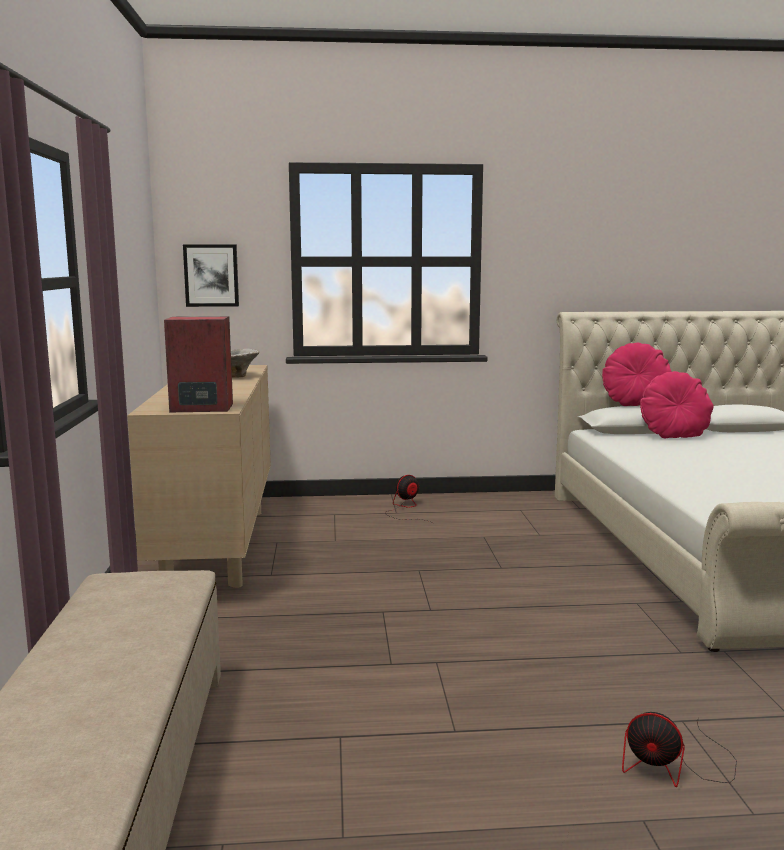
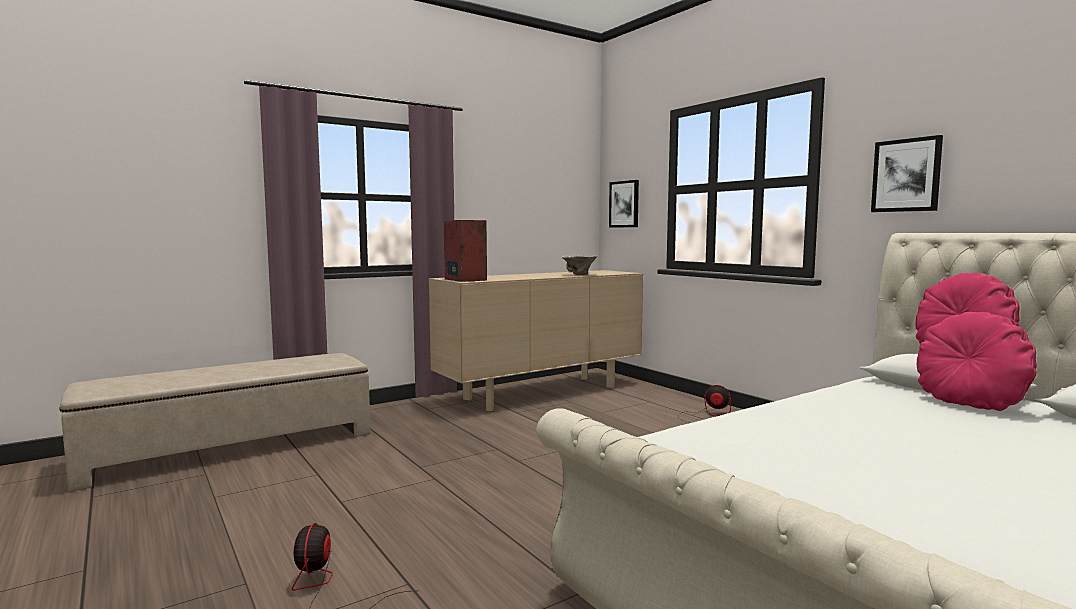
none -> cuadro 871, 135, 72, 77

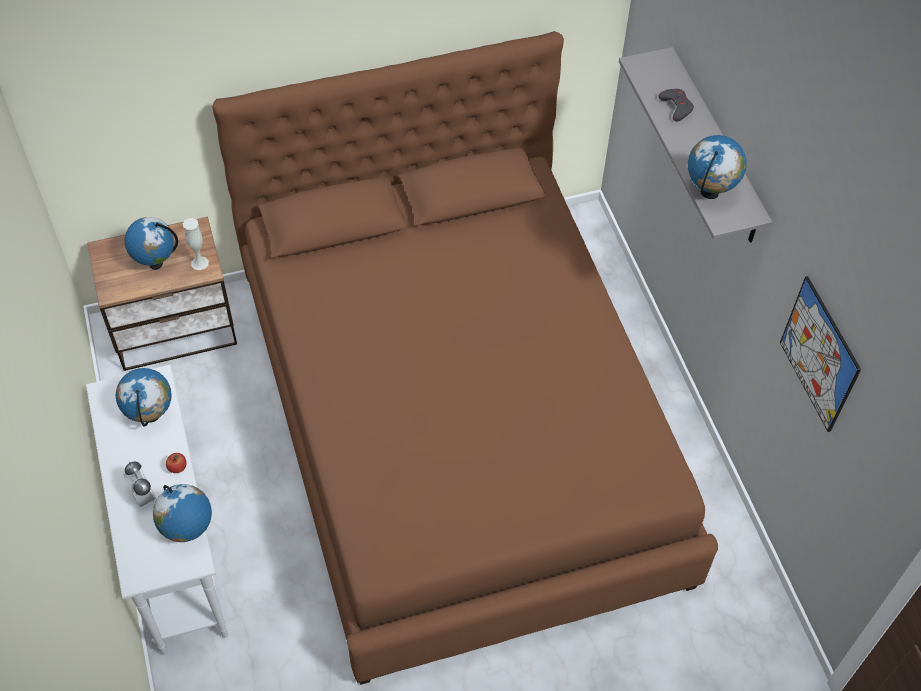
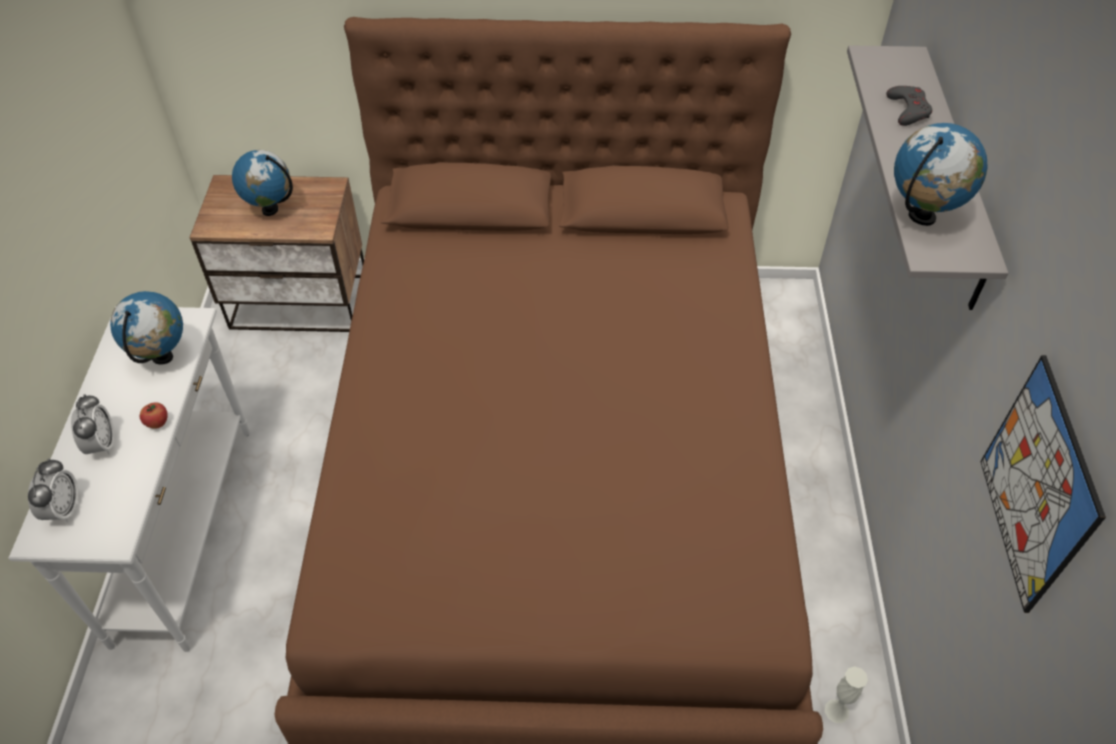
florero [blanco] 183, 218, 26, 52 -> florero [blanco] 825, 666, 43, 57, relocated
globo terráqueo 153, 484, 59, 58 -> none
none -> despertador 28, 458, 50, 65

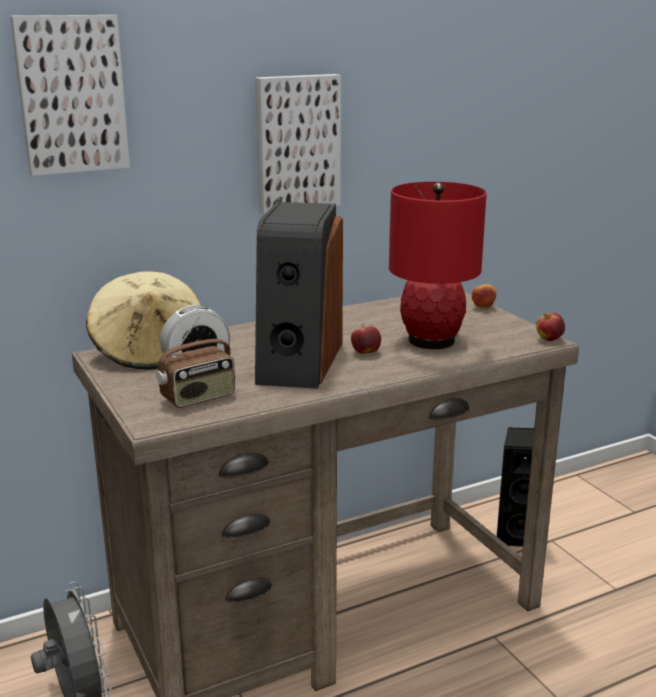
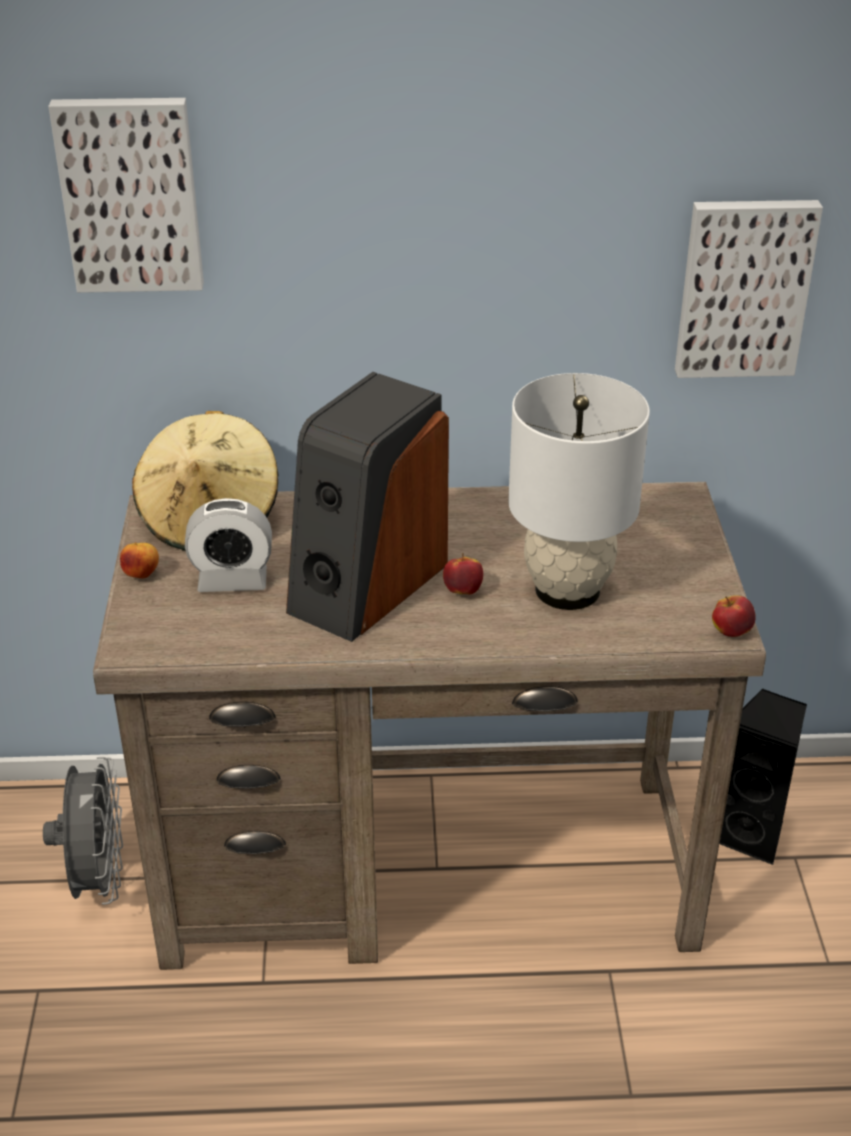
cuadro 255, 74, 86, 140 -> cuadro 675, 200, 148, 178, relocated
lámpara de mesa [rojo] 389, 182, 98, 167 -> lámpara de mesa [blanco] 508, 373, 142, 237
manzana 472, 284, 24, 24 -> manzana 120, 542, 39, 37, relocated
radio 156, 315, 79, 93 -> none

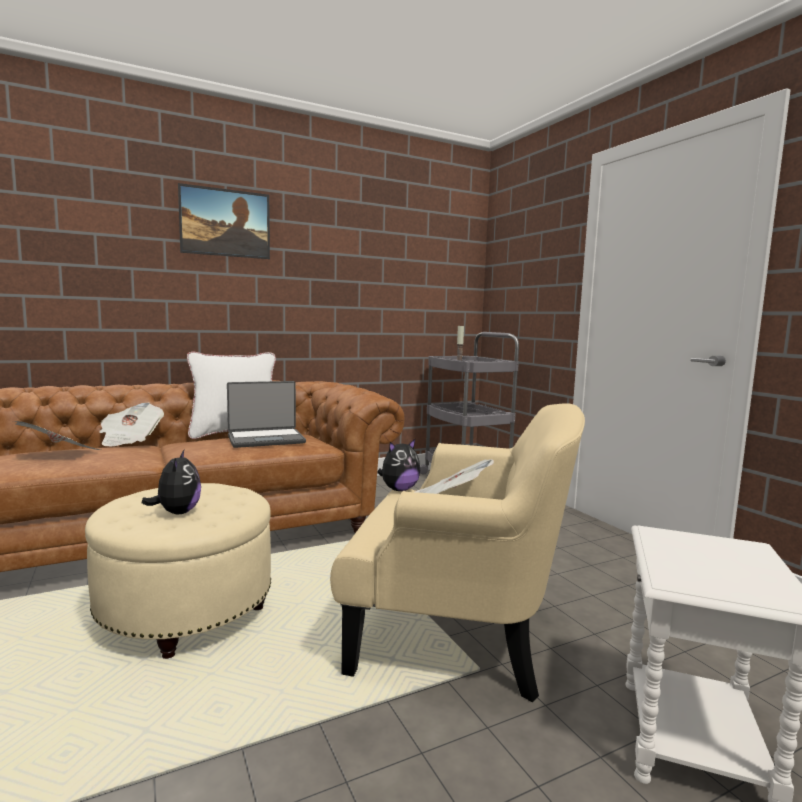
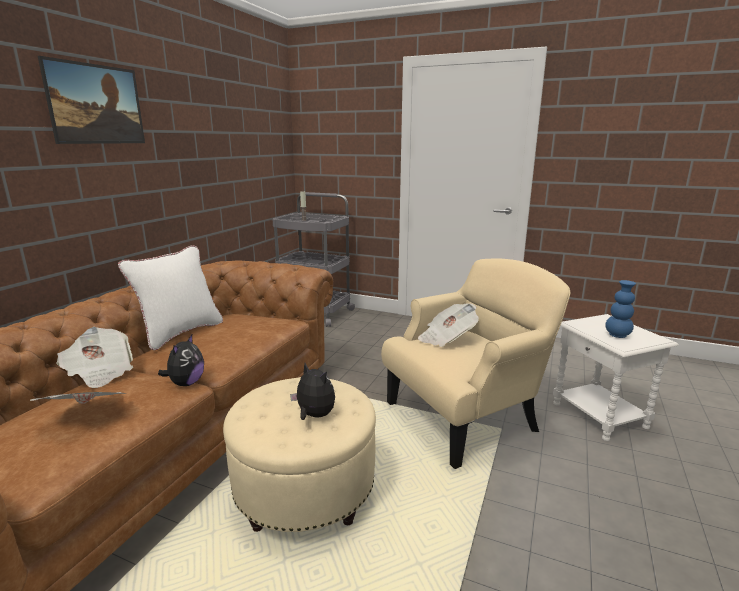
portátil 227, 381, 79, 67 -> none
peluche 377, 439, 43, 52 -> peluche 158, 335, 46, 51, relocated
none -> florero [azul] 605, 280, 31, 58

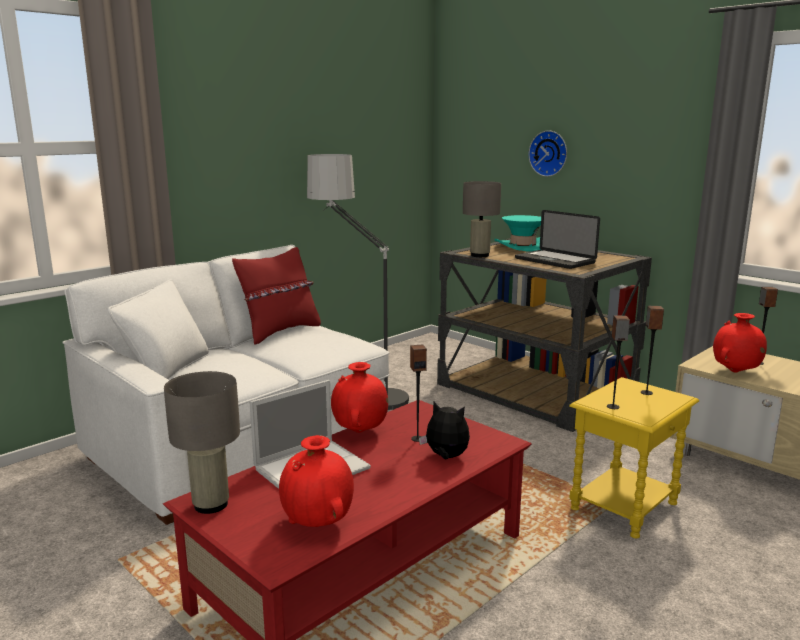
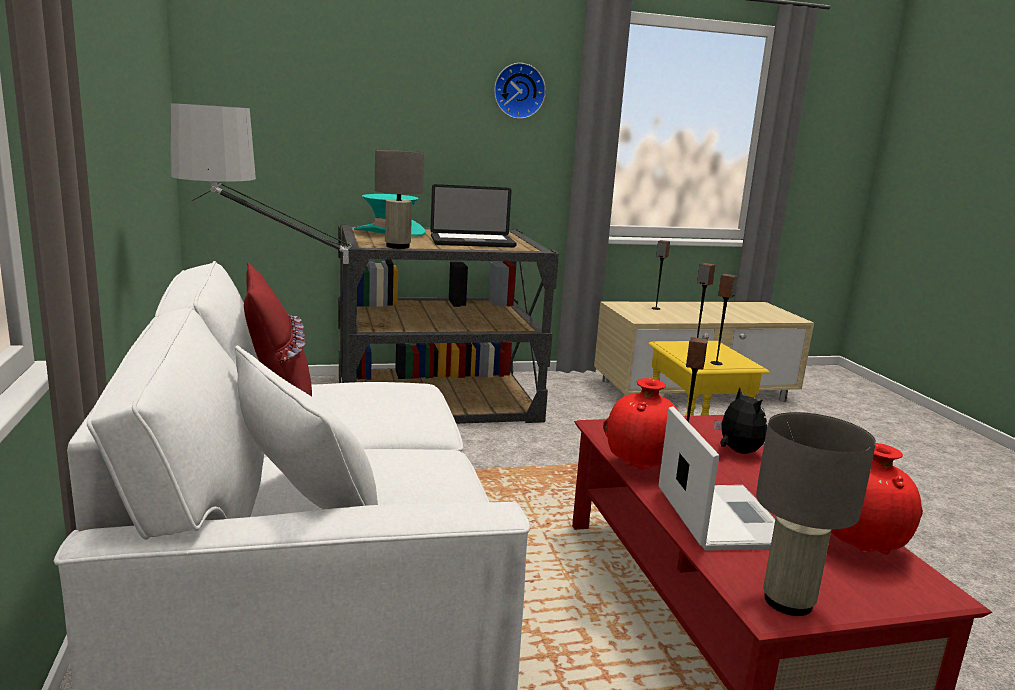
reloj de pared 528, 130, 39, 47 -> reloj de pared 494, 63, 52, 56, relocated
florero [rojo] 713, 313, 54, 60 -> none
peluche 419, 402, 51, 58 -> peluche 714, 388, 53, 66, 105 degrees clockwise

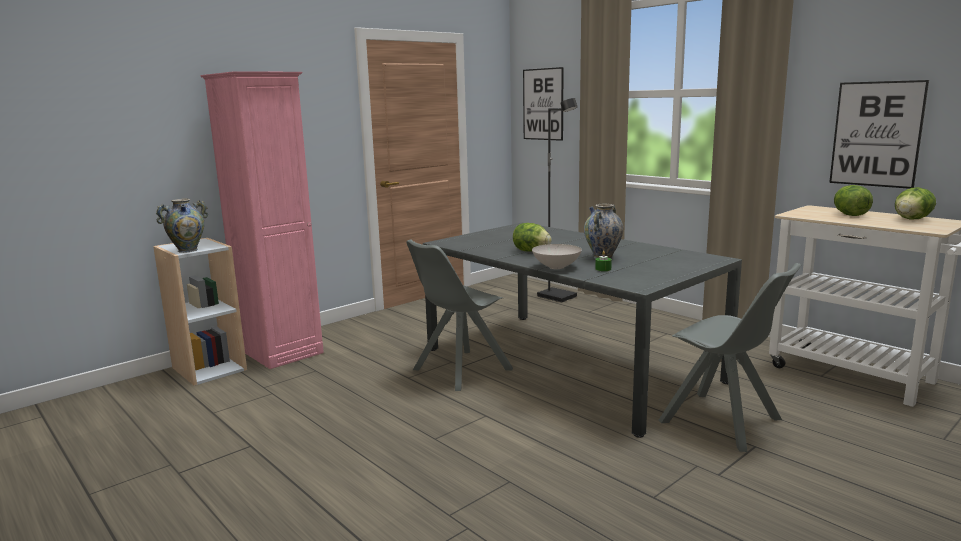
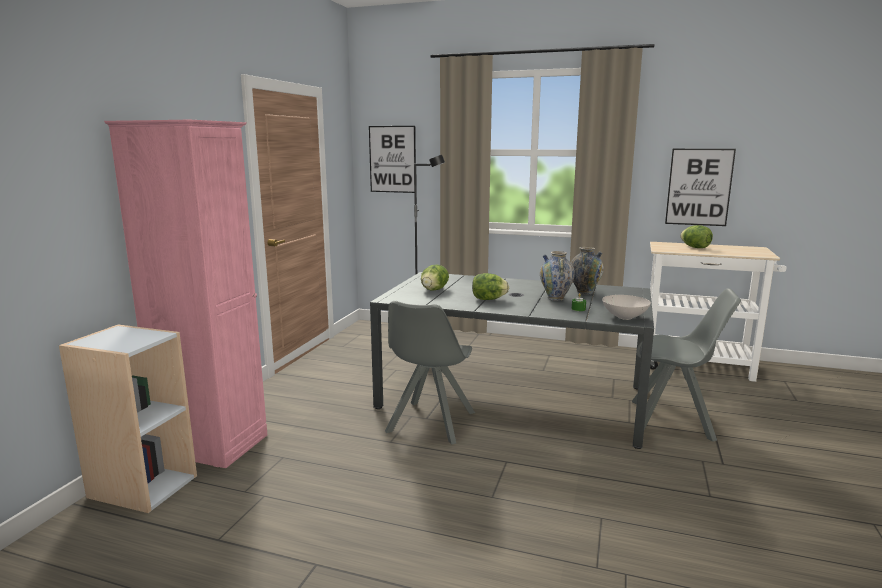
lechuga 895, 187, 41, 32 -> lechuga 421, 265, 28, 26, relocated
florero 156, 199, 52, 54 -> florero 571, 247, 33, 47, relocated
cuenco [blanco] 532, 244, 50, 25 -> cuenco [blanco] 602, 295, 49, 25, relocated

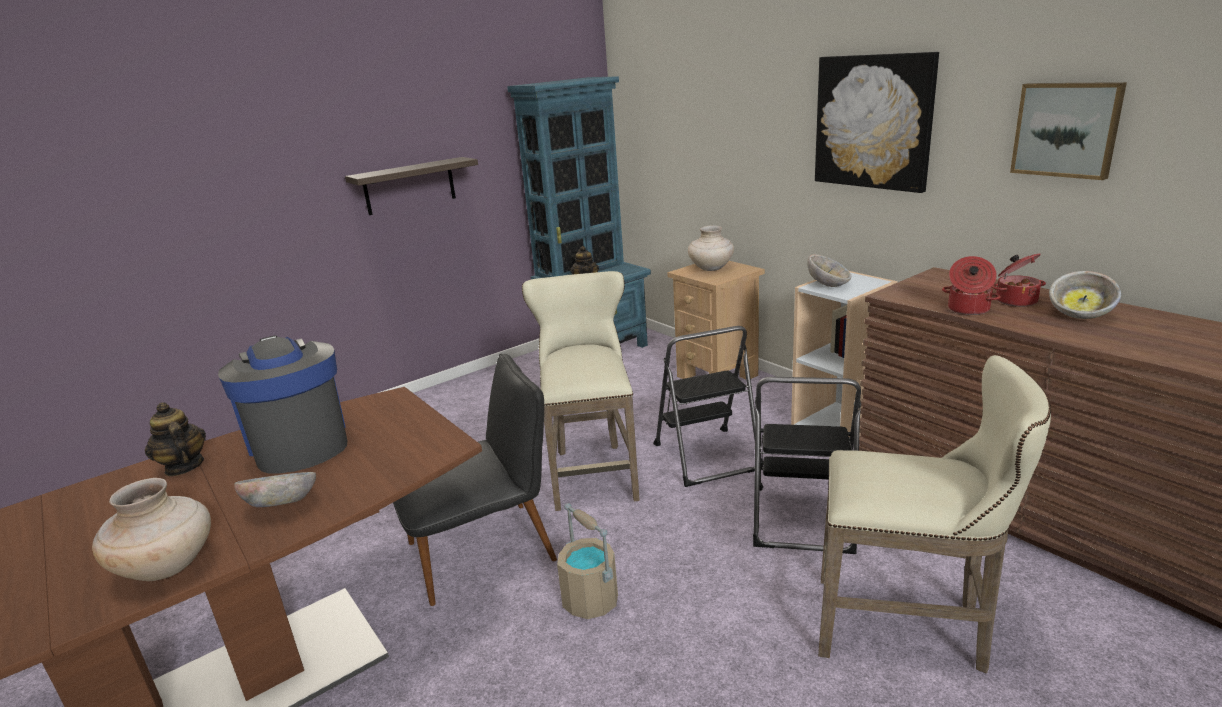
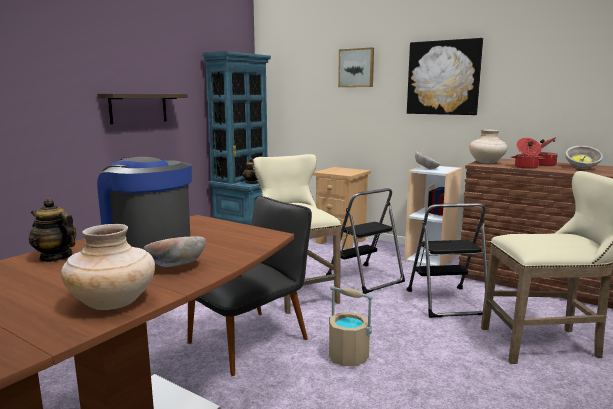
cuadro 1010, 82, 117, 98 -> cuadro 338, 47, 36, 40, relocated
florero [beis] 688, 225, 46, 46 -> florero [beis] 469, 129, 38, 35, relocated

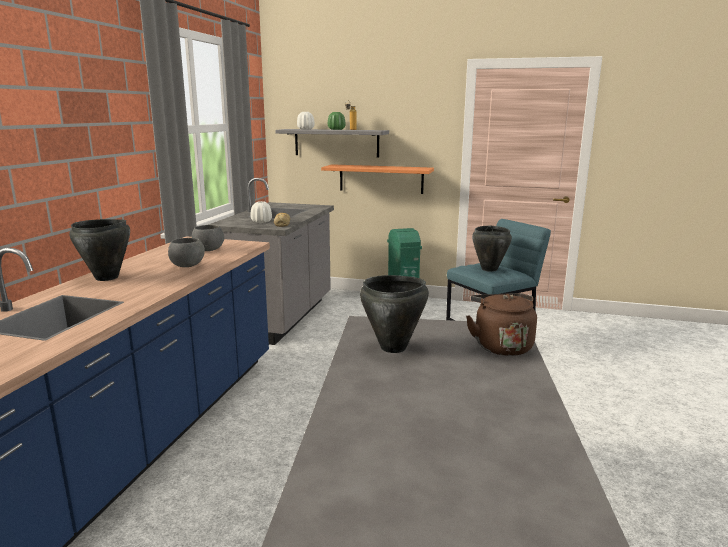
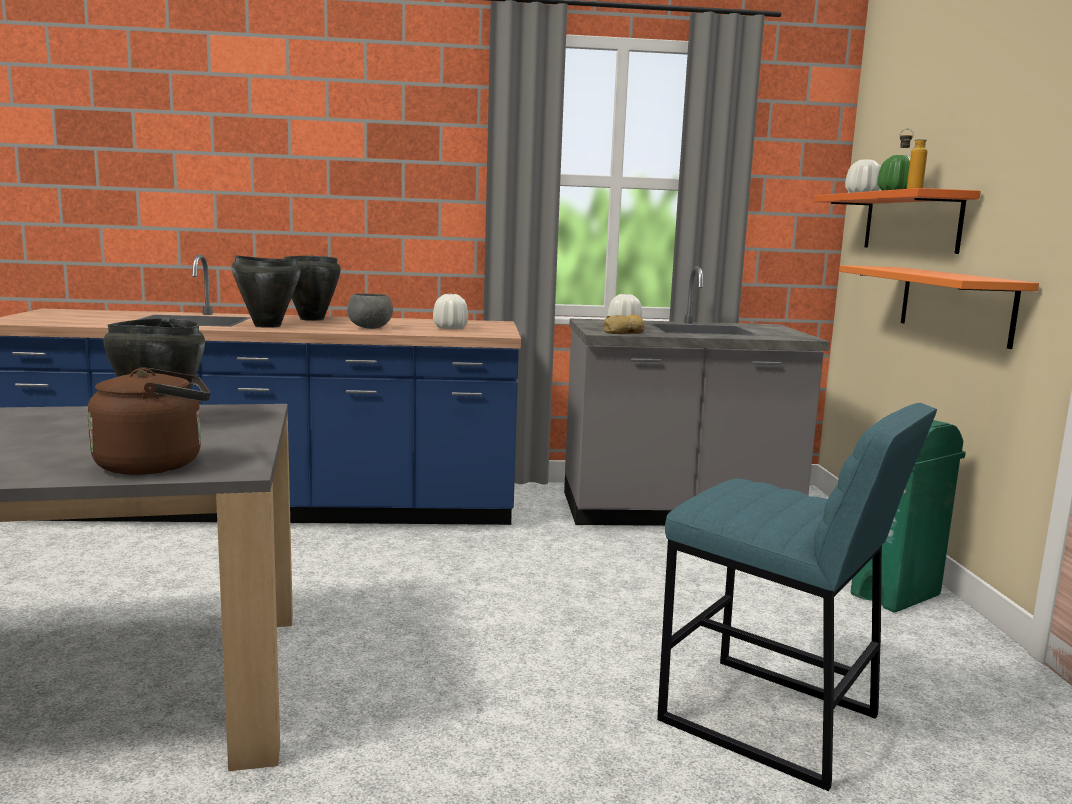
estante [gris] 275, 129, 114, 28 -> estante [naranja] 814, 188, 167, 66
cuenco [gris] 192, 225, 32, 26 -> florero [blanco] 433, 294, 35, 35
olla [negro] 472, 226, 40, 46 -> olla [negro] 232, 255, 69, 73, relocated

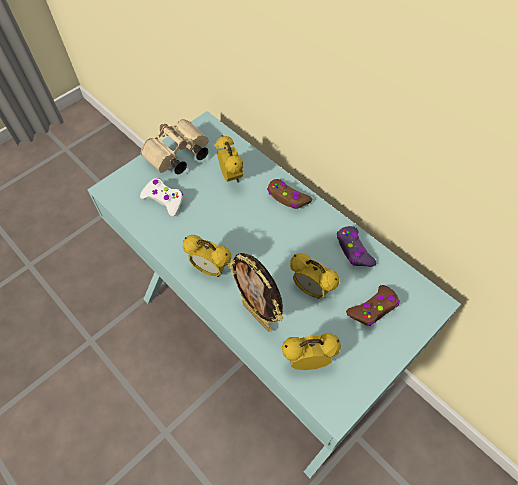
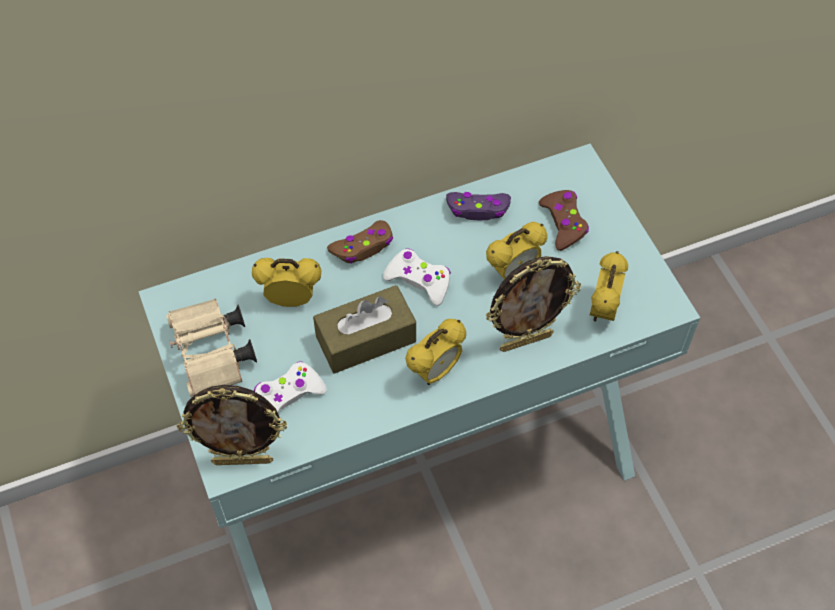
none -> mando de consola [blanco] 383, 248, 68, 58
none -> caja de pañuelos [marrón] 313, 285, 103, 89
none -> portarretratos 177, 385, 110, 80

